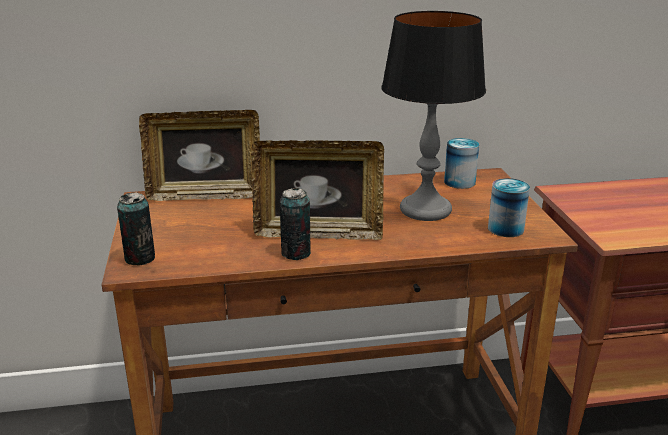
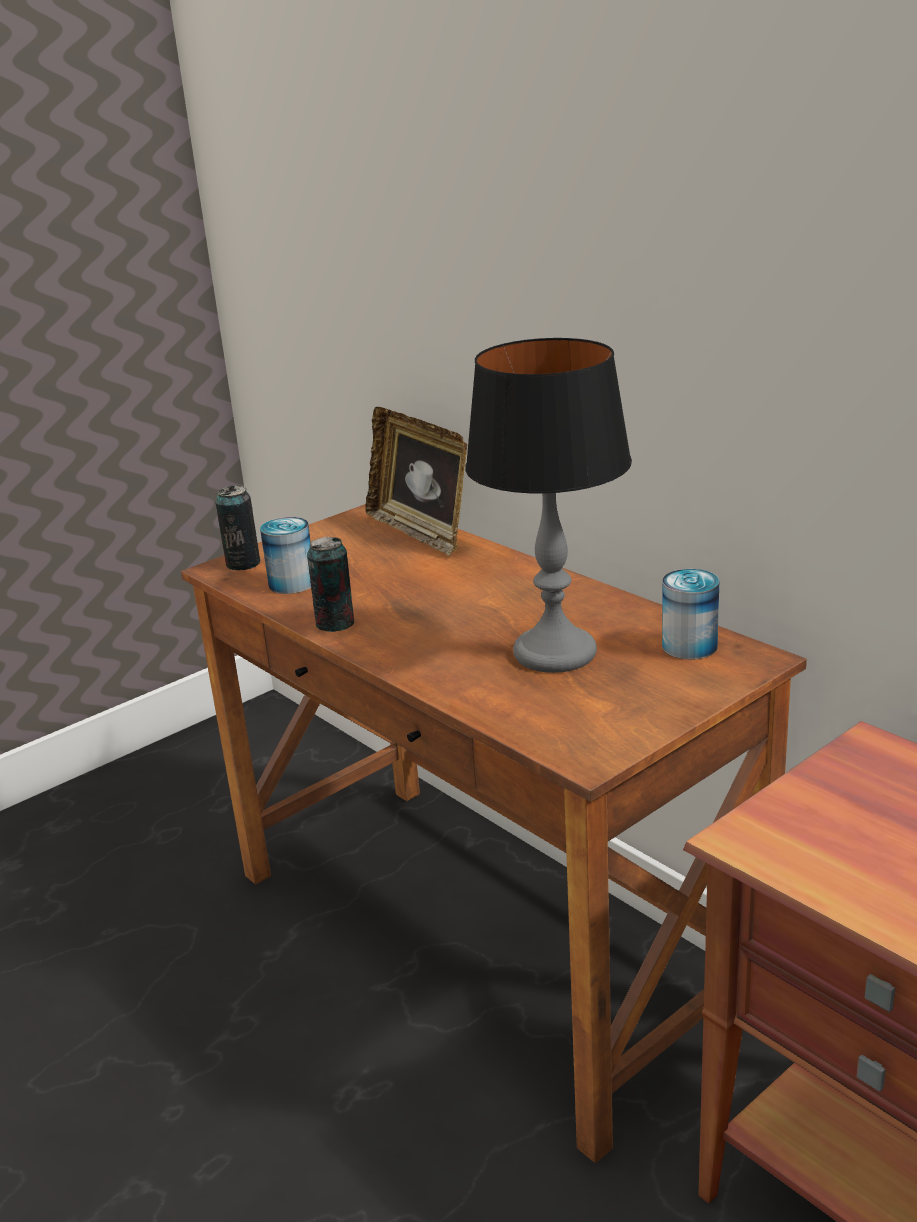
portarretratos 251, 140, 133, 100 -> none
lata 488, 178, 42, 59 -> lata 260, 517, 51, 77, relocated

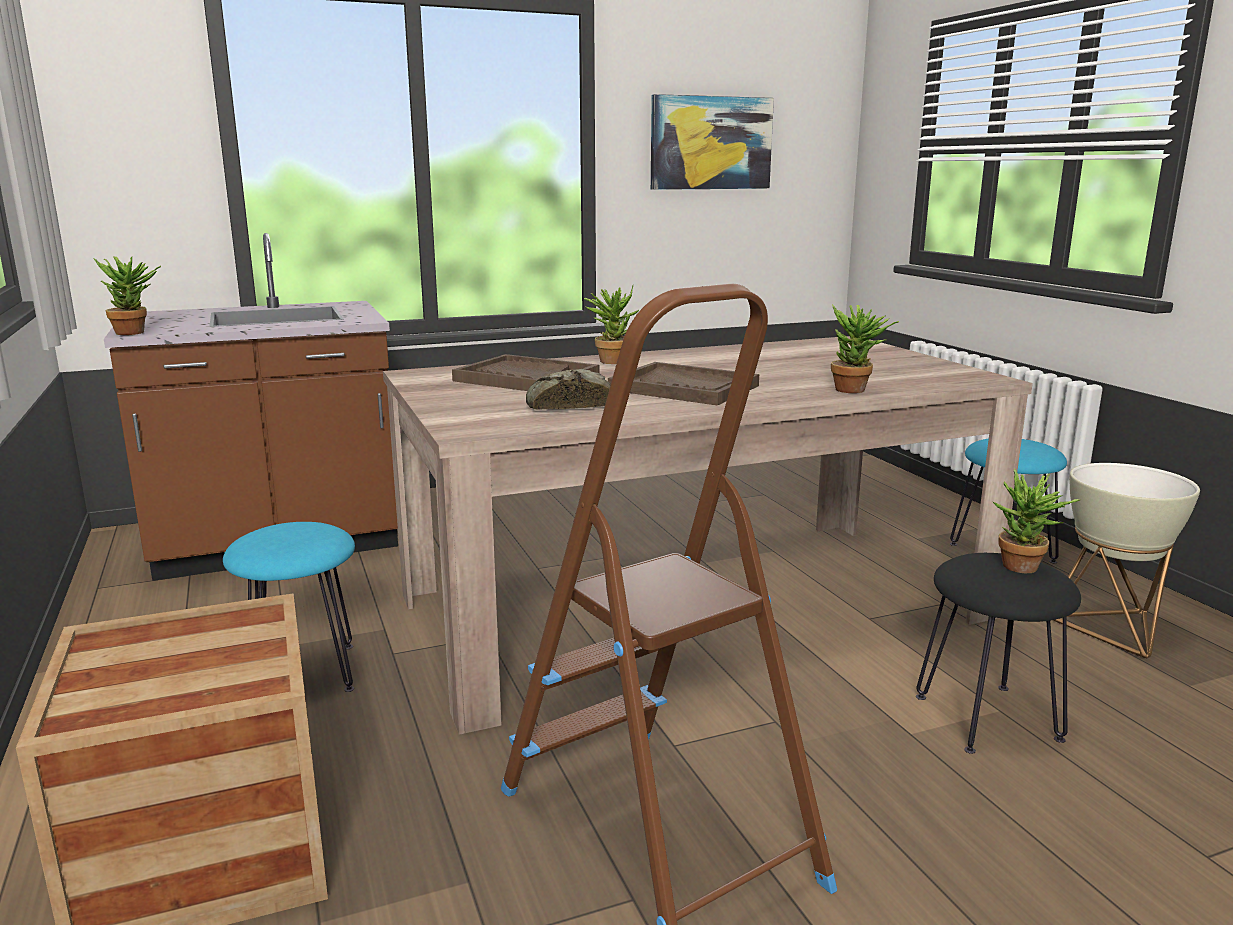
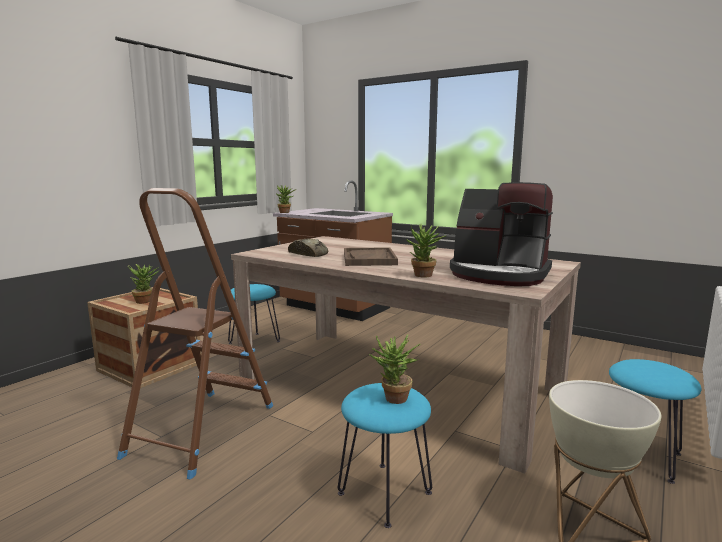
cuadro 651, 94, 123, 96 -> none
planta en maceta 584, 285, 55, 79 -> planta en maceta 128, 264, 32, 40, relocated
bandeja [marrón] 452, 354, 147, 37 -> none
taburete [negro] 916, 553, 165, 201 -> taburete [turquesa] 337, 383, 95, 145
none -> cafetera 450, 182, 103, 104

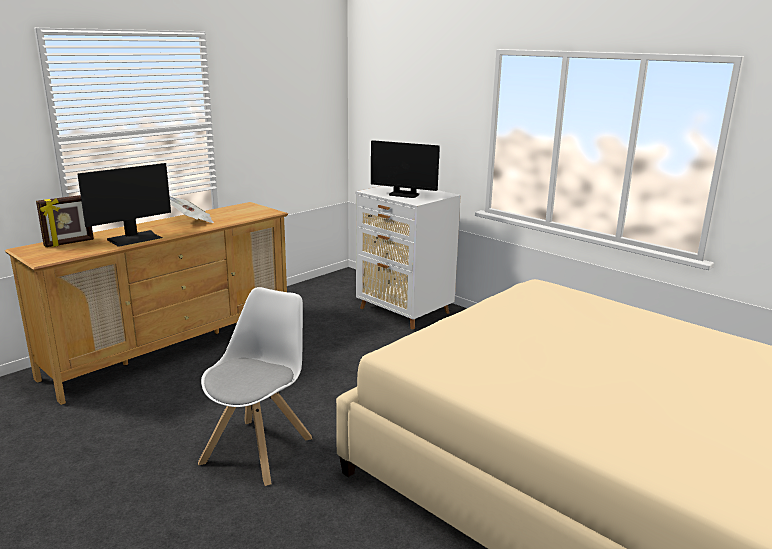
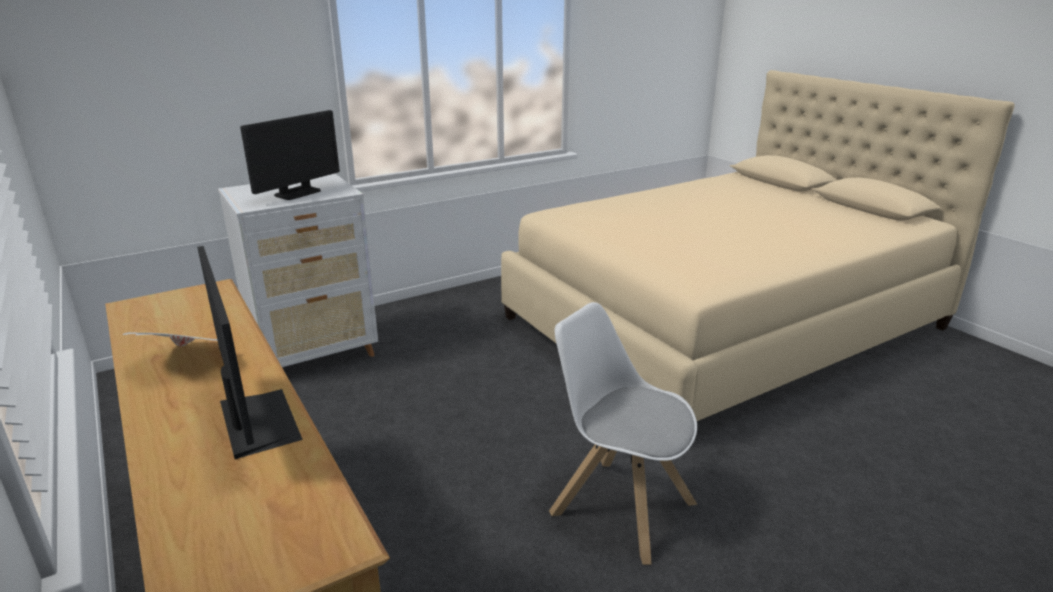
portarretratos 36, 195, 58, 52 -> none

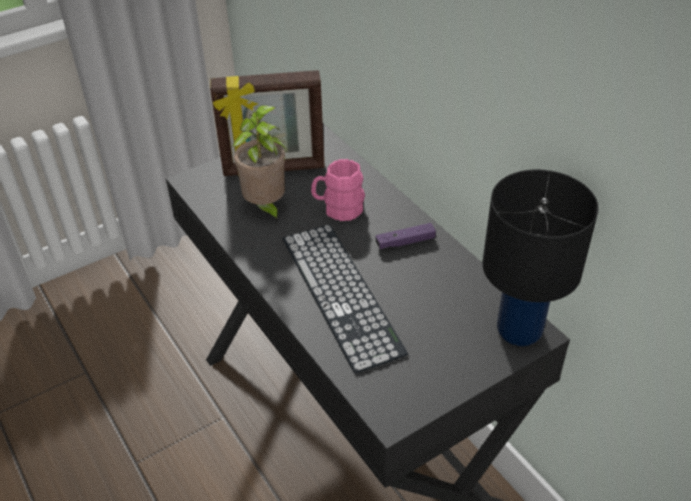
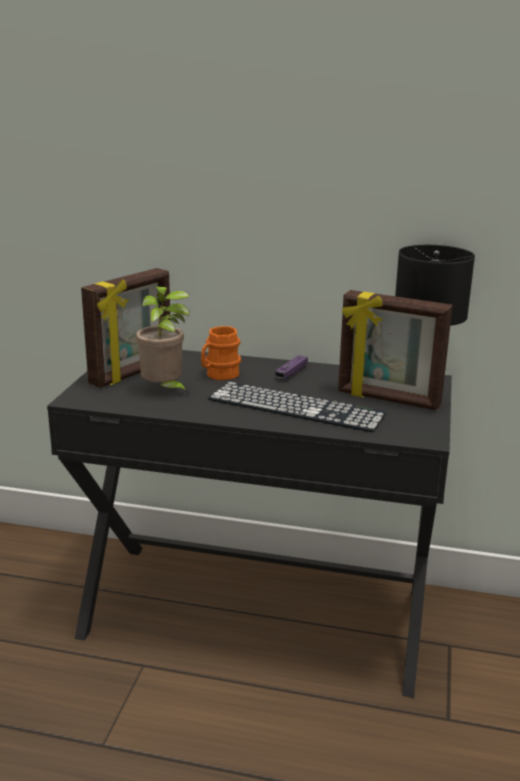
taza grande [rosa] 311, 159, 54, 62 -> taza grande [naranja] 201, 326, 40, 54
none -> portarretratos 338, 290, 115, 120

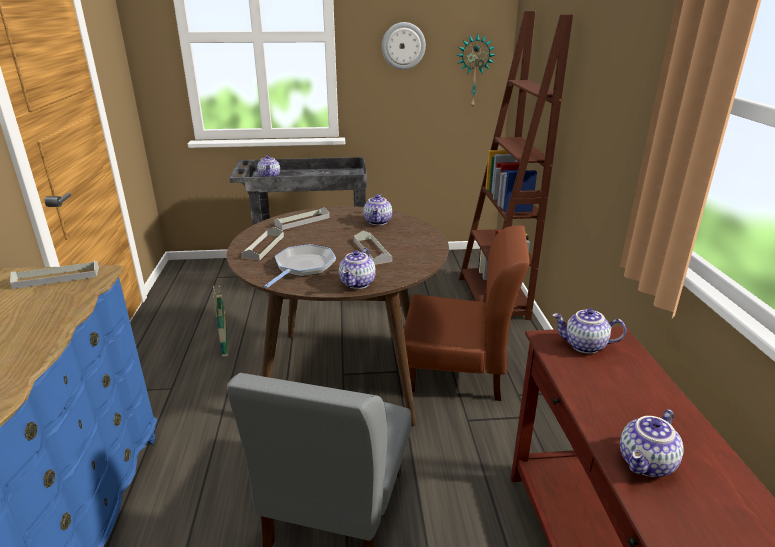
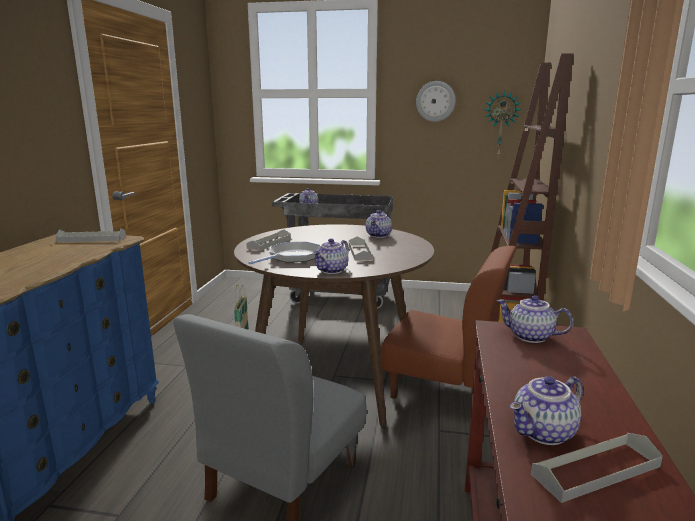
bandeja [gris] 274, 207, 56, 23 -> bandeja [gris] 531, 433, 132, 70, relocated

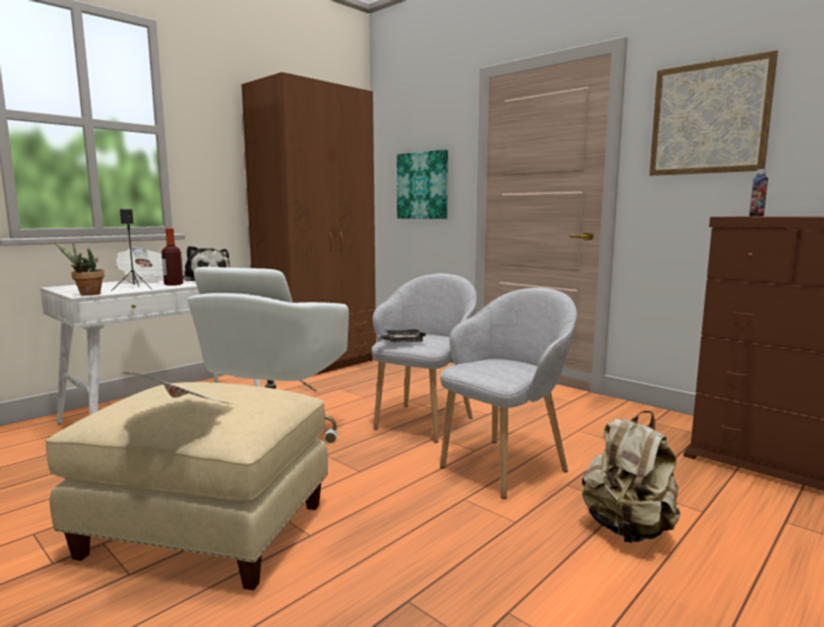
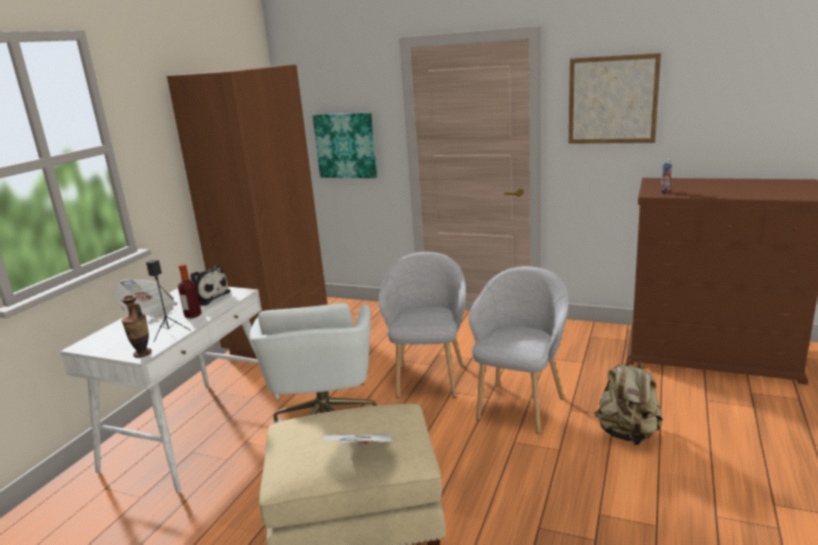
planta en maceta 55, 242, 50, 54 -> florero 121, 295, 31, 63
bandeja [gris] 377, 329, 49, 13 -> none

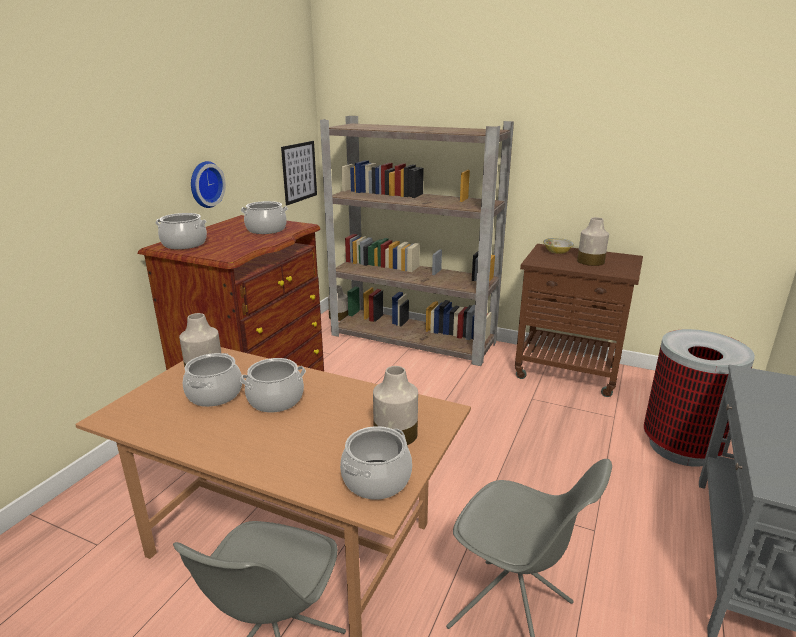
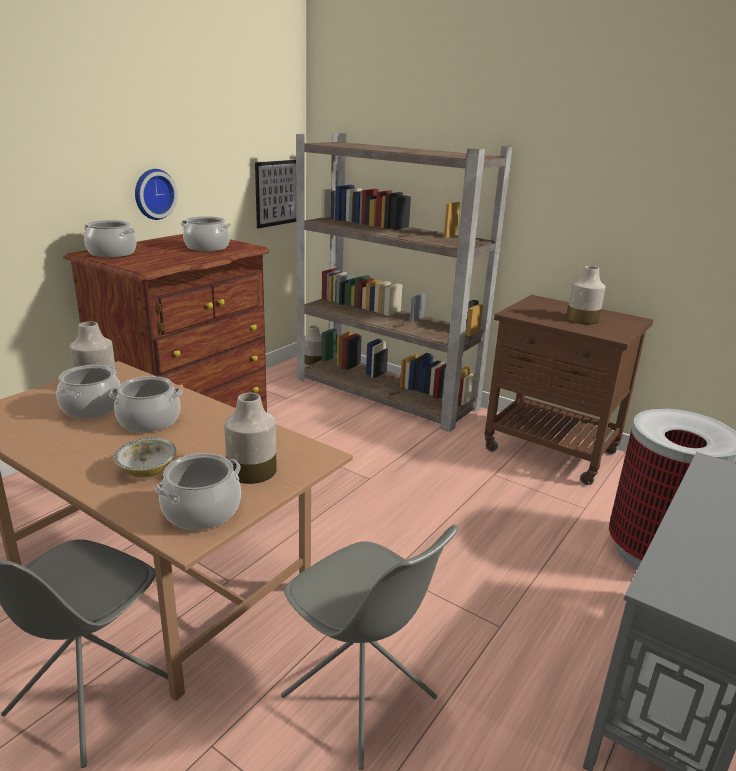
cuenco 543, 238, 31, 16 -> cuenco 113, 438, 64, 39, relocated

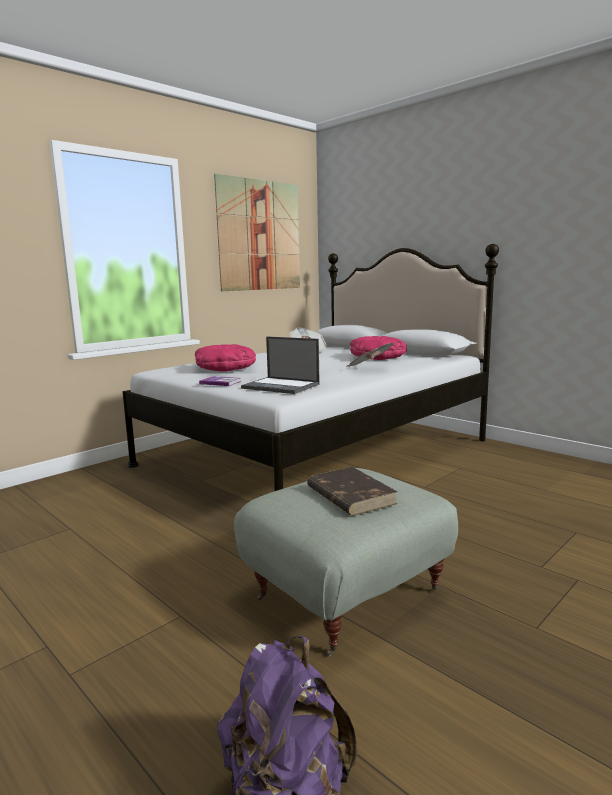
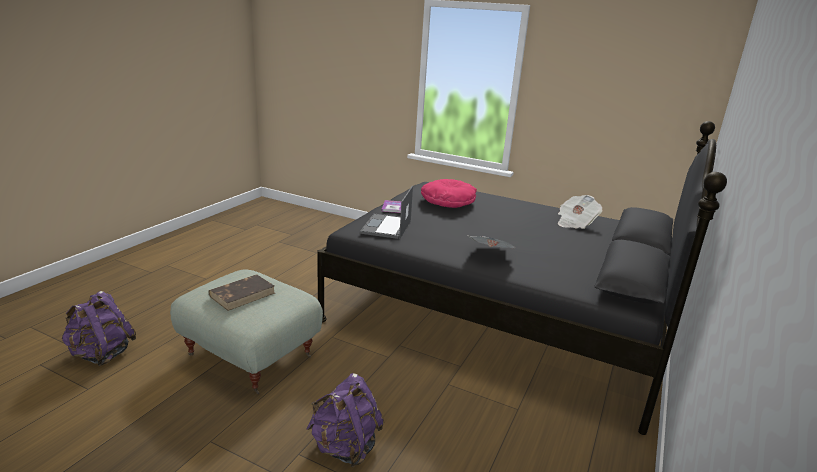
cuadro 214, 174, 86, 117 -> none
cama [blanco] 122, 244, 377, 247 -> cama [negro] 317, 121, 410, 314
cojín [rosa] 350, 336, 57, 24 -> none
none -> mochila [morado] 307, 373, 78, 94

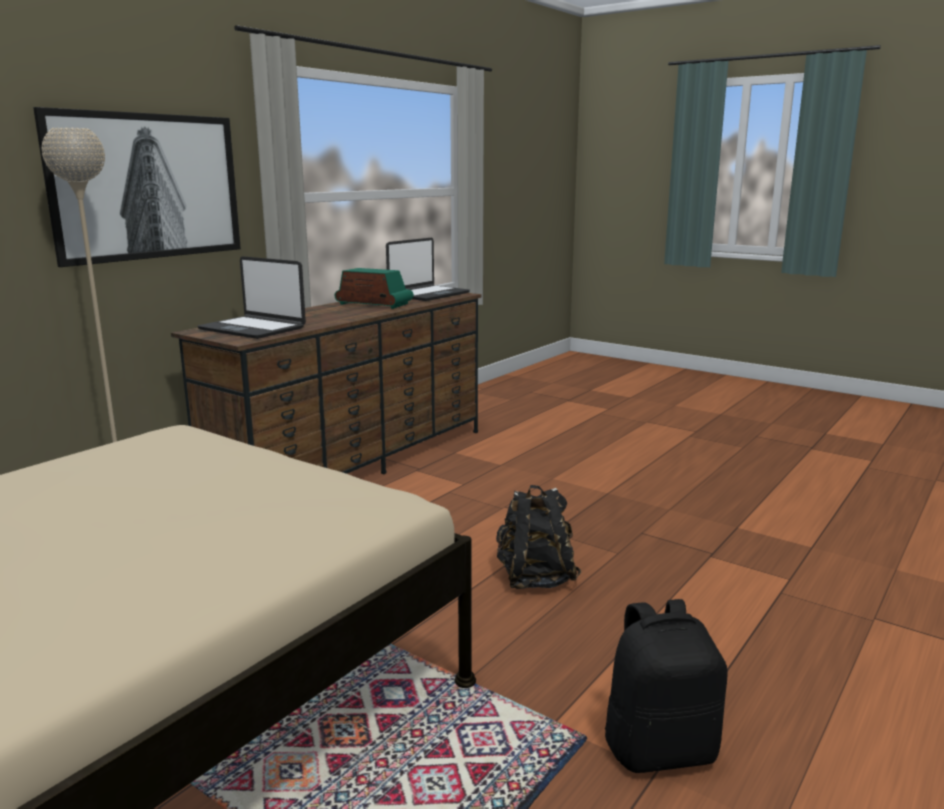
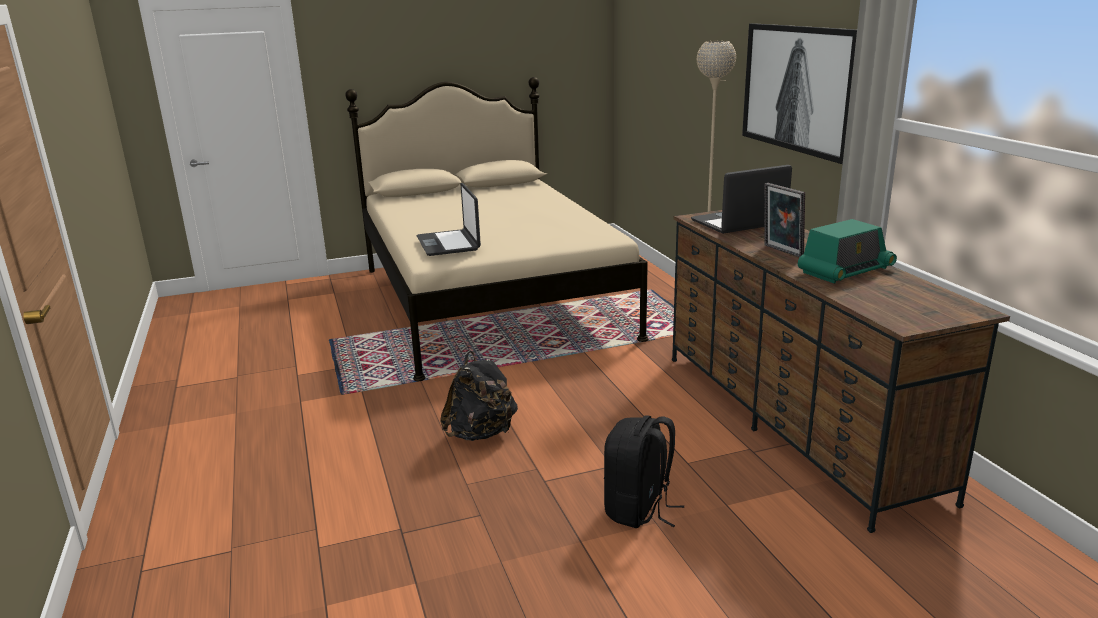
portátil 386, 238, 84, 63 -> portátil 417, 183, 64, 73, relocated
mochila [negro] 605, 599, 122, 174 -> mochila [negro] 604, 415, 80, 113, relocated
none -> portarretratos 764, 183, 41, 74

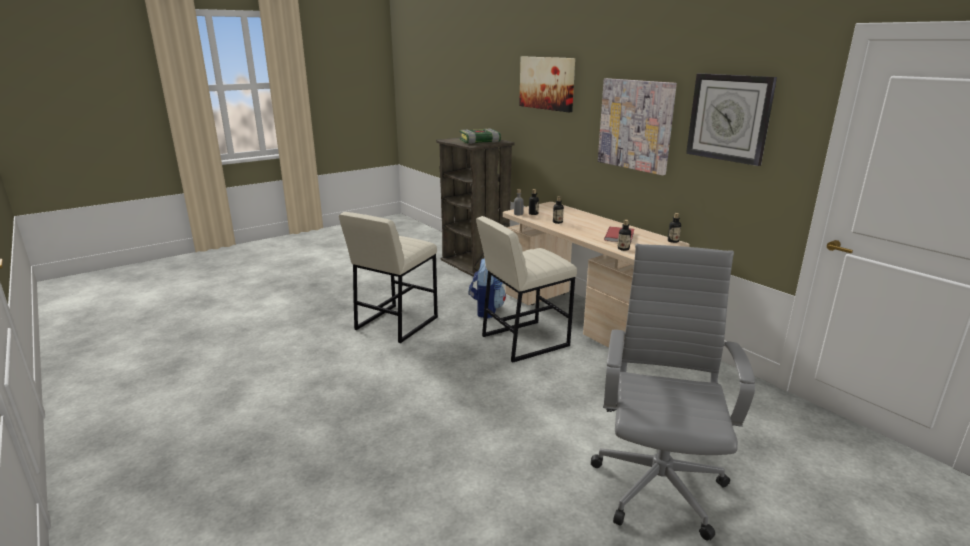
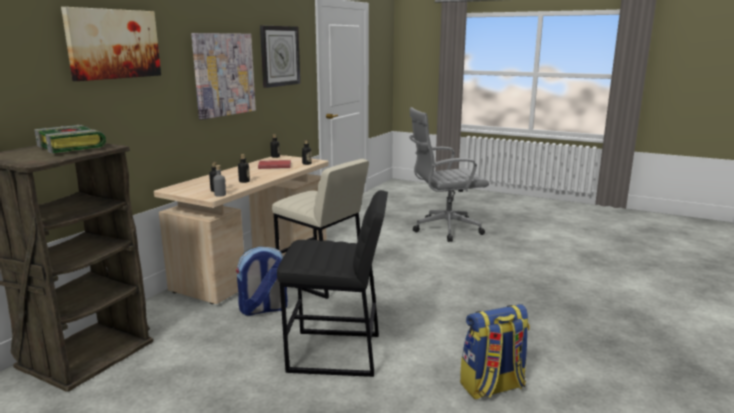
silla [beis] 339, 212, 99, 131 -> silla [negro] 277, 190, 111, 187
none -> mochila 460, 304, 70, 95

